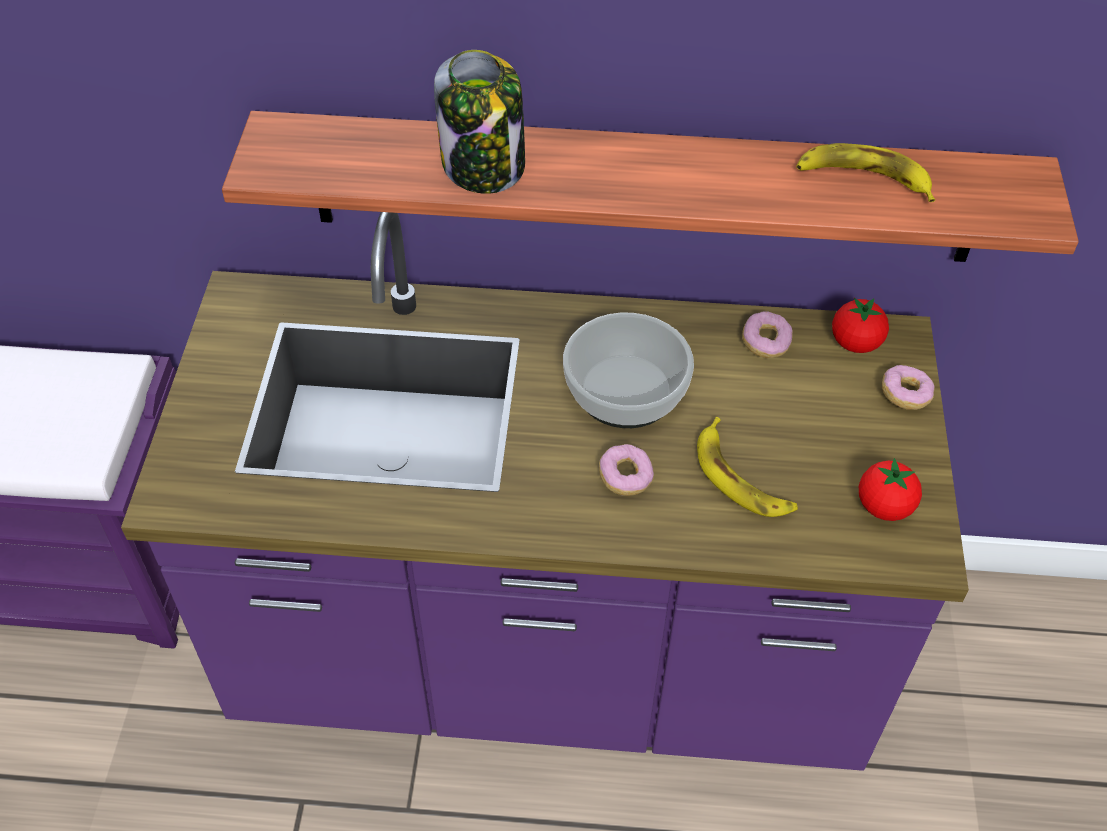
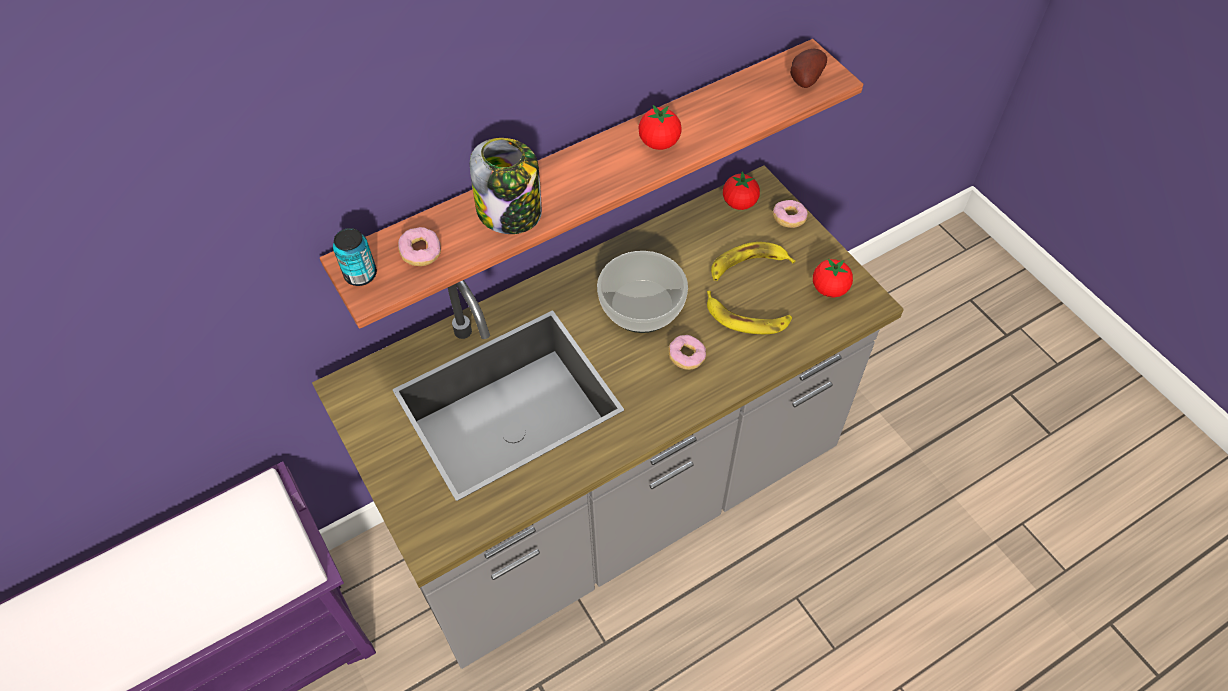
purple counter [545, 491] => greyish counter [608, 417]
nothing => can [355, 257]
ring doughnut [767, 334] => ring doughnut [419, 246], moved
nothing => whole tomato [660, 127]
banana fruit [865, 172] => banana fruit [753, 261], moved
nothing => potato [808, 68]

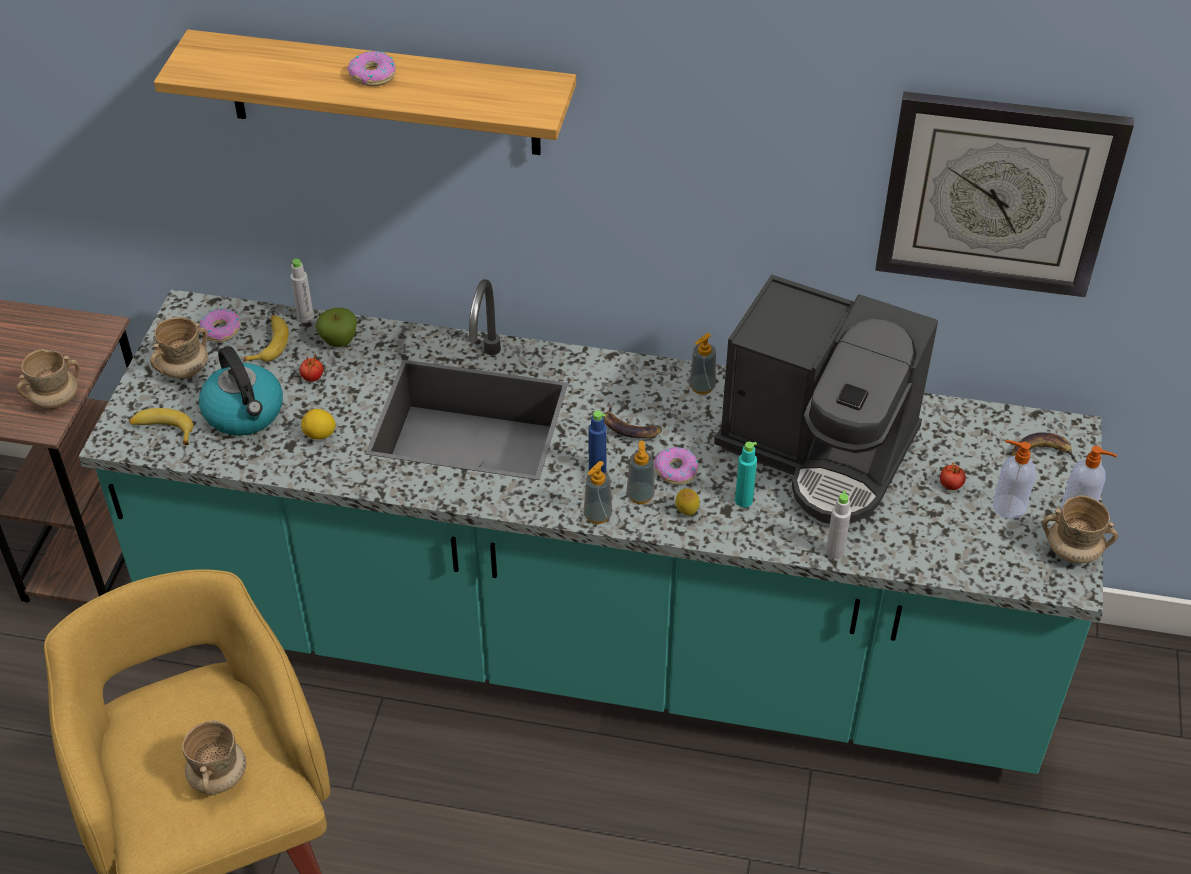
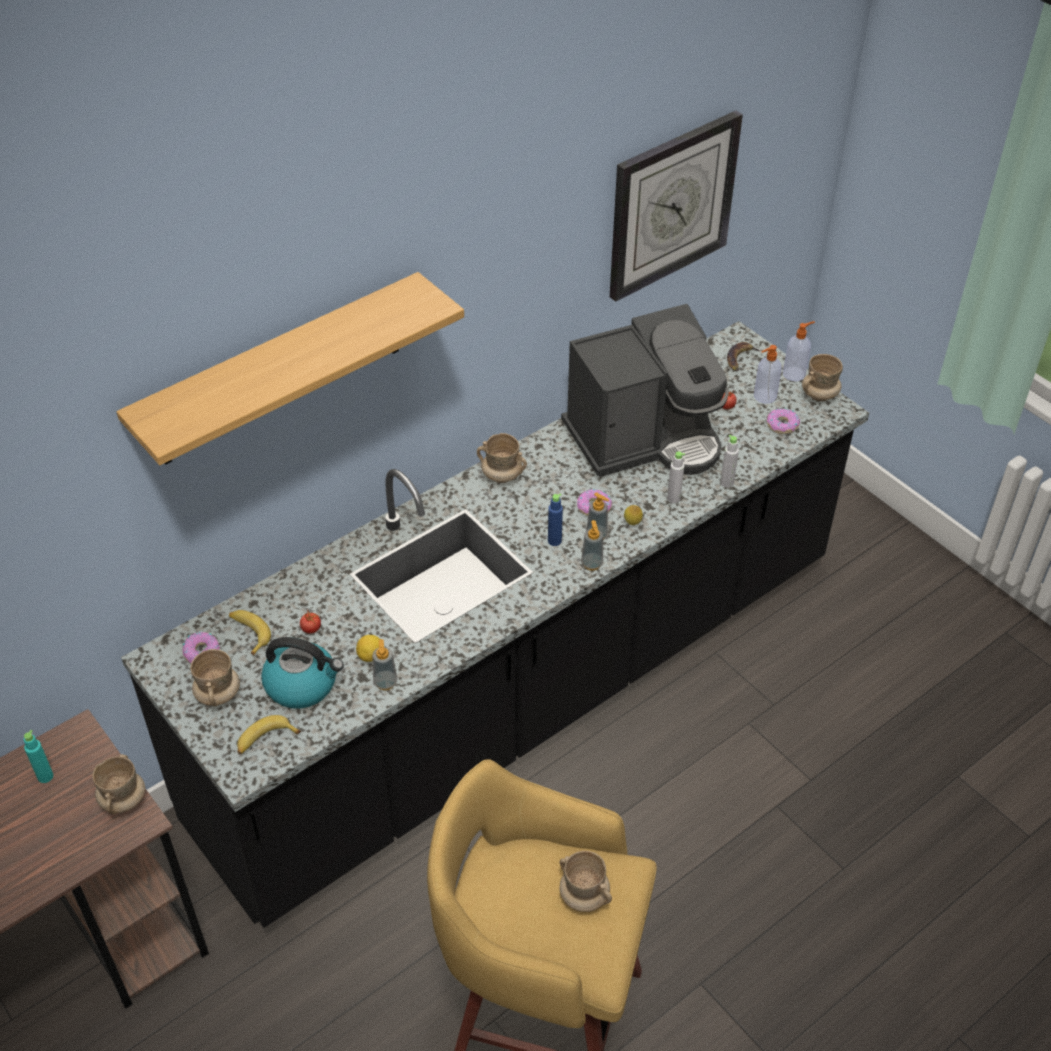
blue-green bottle [746, 474] => blue-green bottle [38, 756], moved
blue-green counter [591, 526] => blackish counter [495, 624]
liquid soap bottle [702, 363] => liquid soap bottle [384, 664], moved
nothing => beige coffee mug [502, 458]
greyish bottle [302, 291] => greyish bottle [676, 477], moved
ring doughnut [371, 68] => ring doughnut [783, 421], moved
whole apple [336, 327] => nothing
banana fruit [633, 421] => nothing

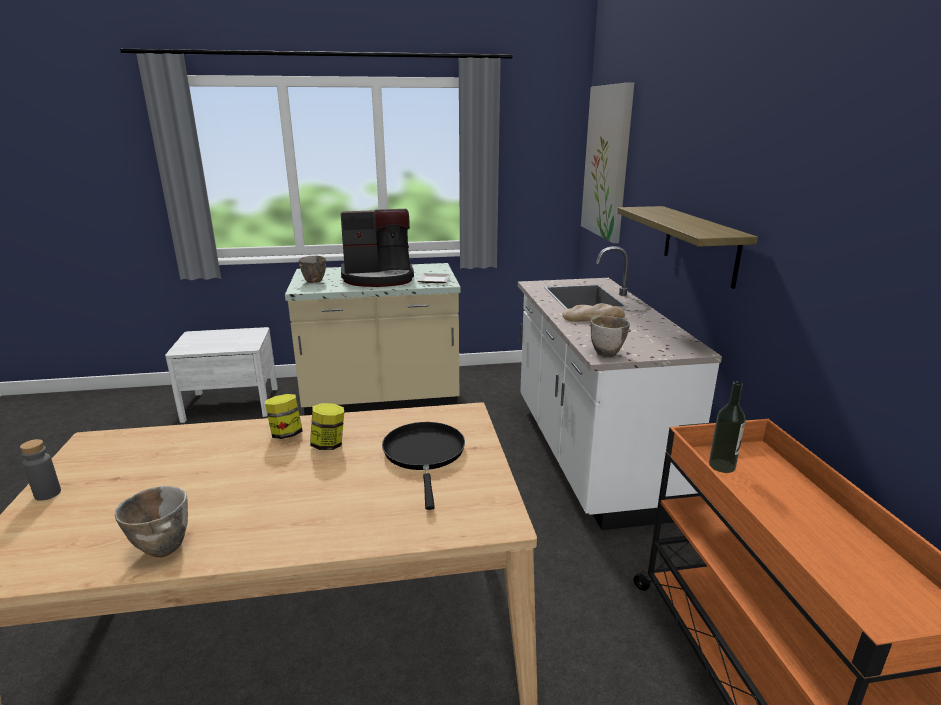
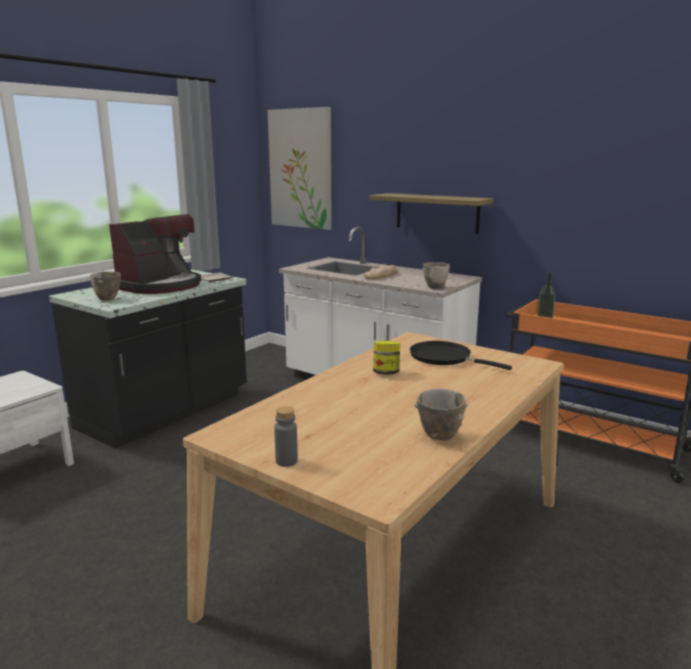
beige counter [373, 339] => blackish counter [148, 359]
jar [283, 416] => nothing

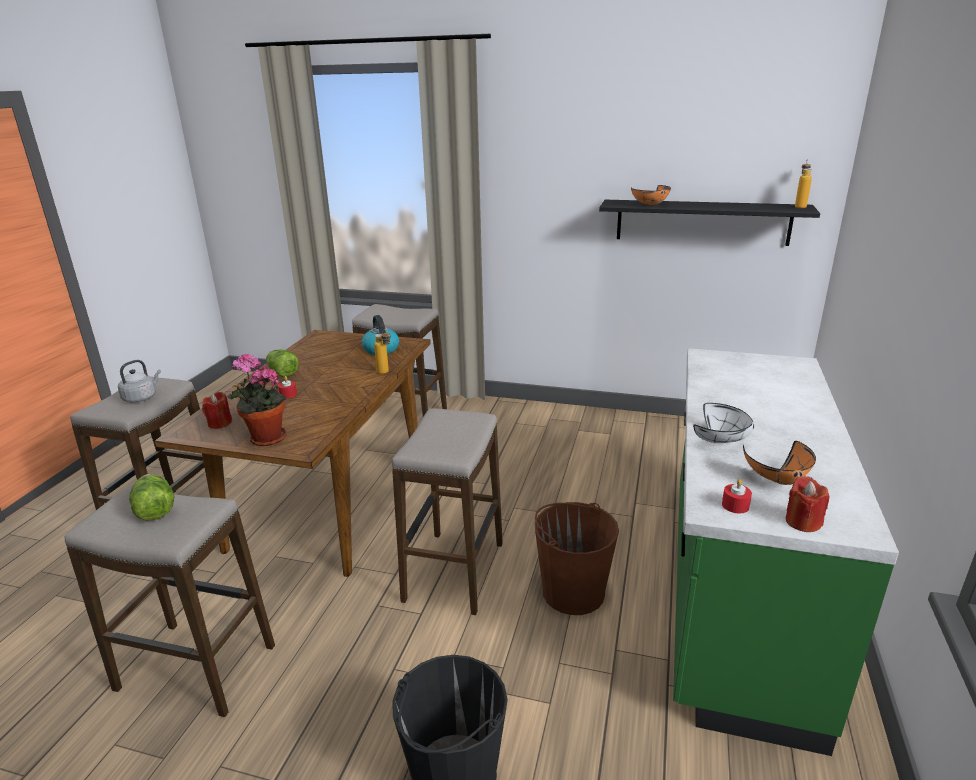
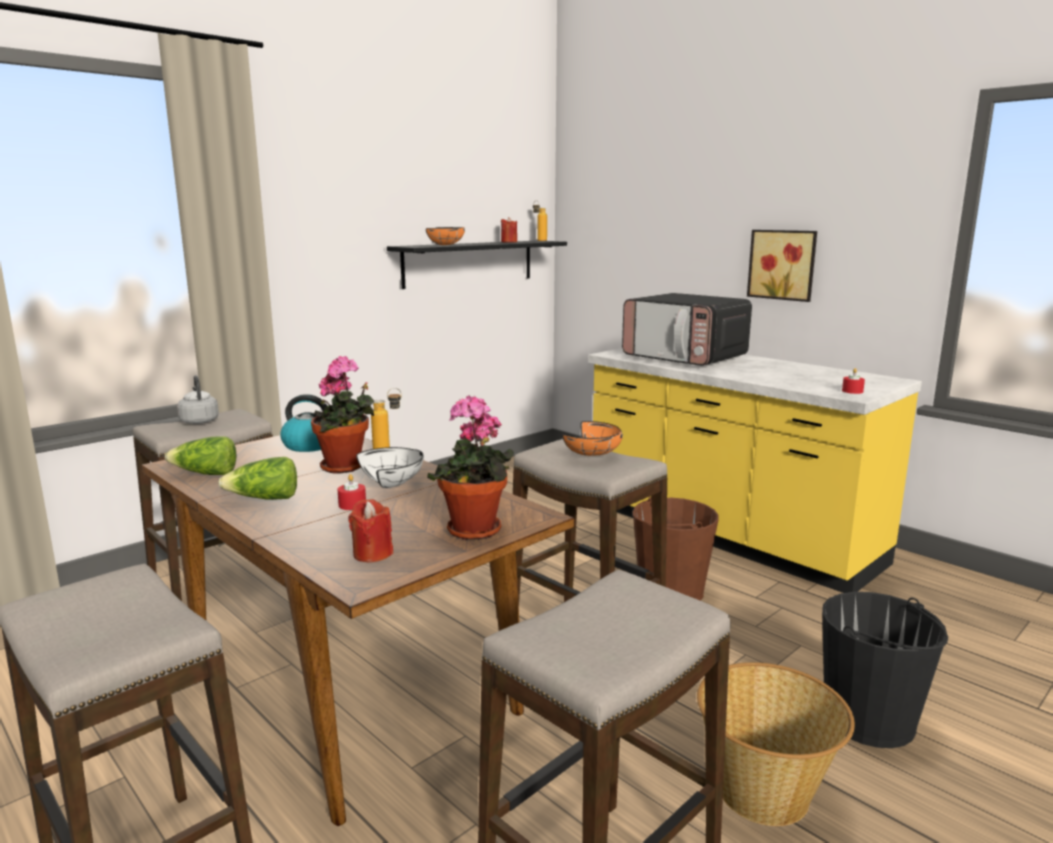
lettuce head [152, 497] => lettuce head [200, 455], moved
greyish water kettle [139, 381] => greyish water kettle [198, 399], moved
nothing => plant in a pot [342, 414]
white deep dish [723, 423] => white deep dish [390, 467], moved
red-coloured wax light [808, 504] => red-coloured wax light [509, 230], moved
orangey deep dish [779, 463] => orangey deep dish [592, 438], moved
green counter [786, 552] => yellowish counter [755, 470]
nothing => microwave [687, 329]
nothing => storage basket [776, 744]
nothing => picture [782, 266]

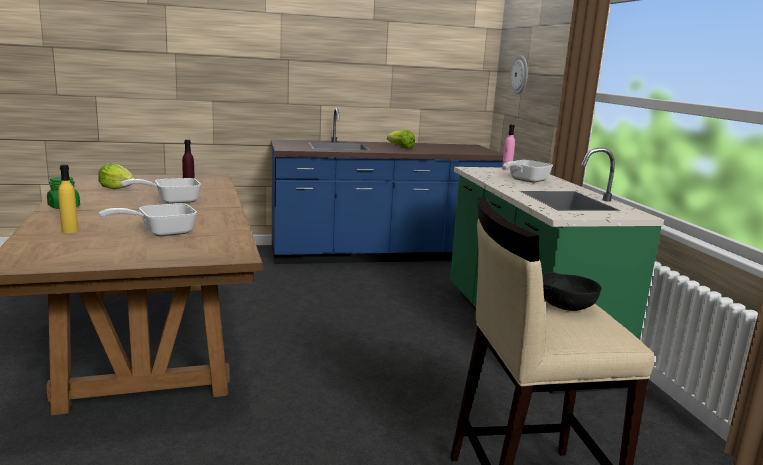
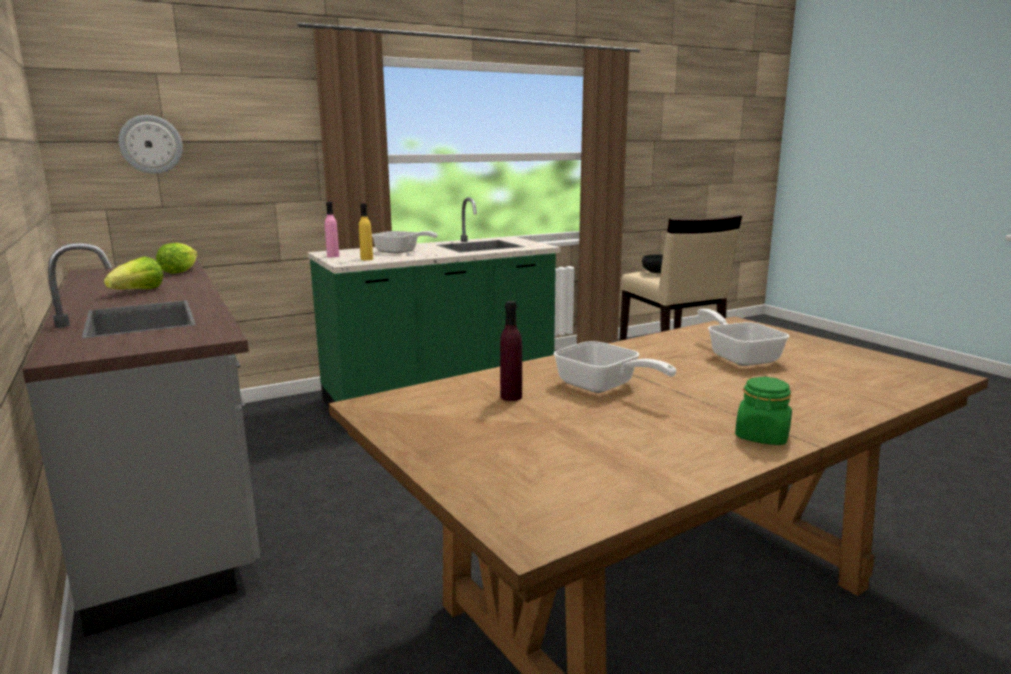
blue counter [387, 186] => greyish counter [141, 439]
lettuce head [116, 176] => lettuce head [177, 258], moved
yellowish bottle [68, 198] => yellowish bottle [366, 231], moved
frying pan [148, 219] => frying pan [743, 337], 150 degrees counterclockwise

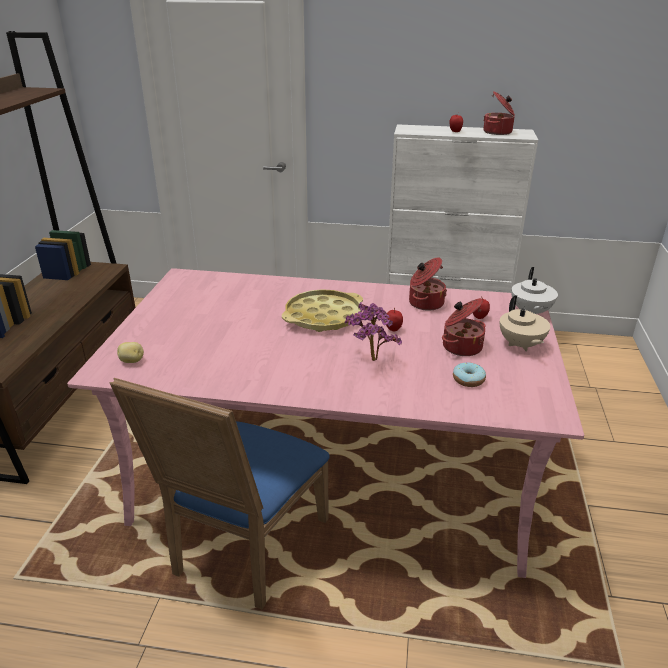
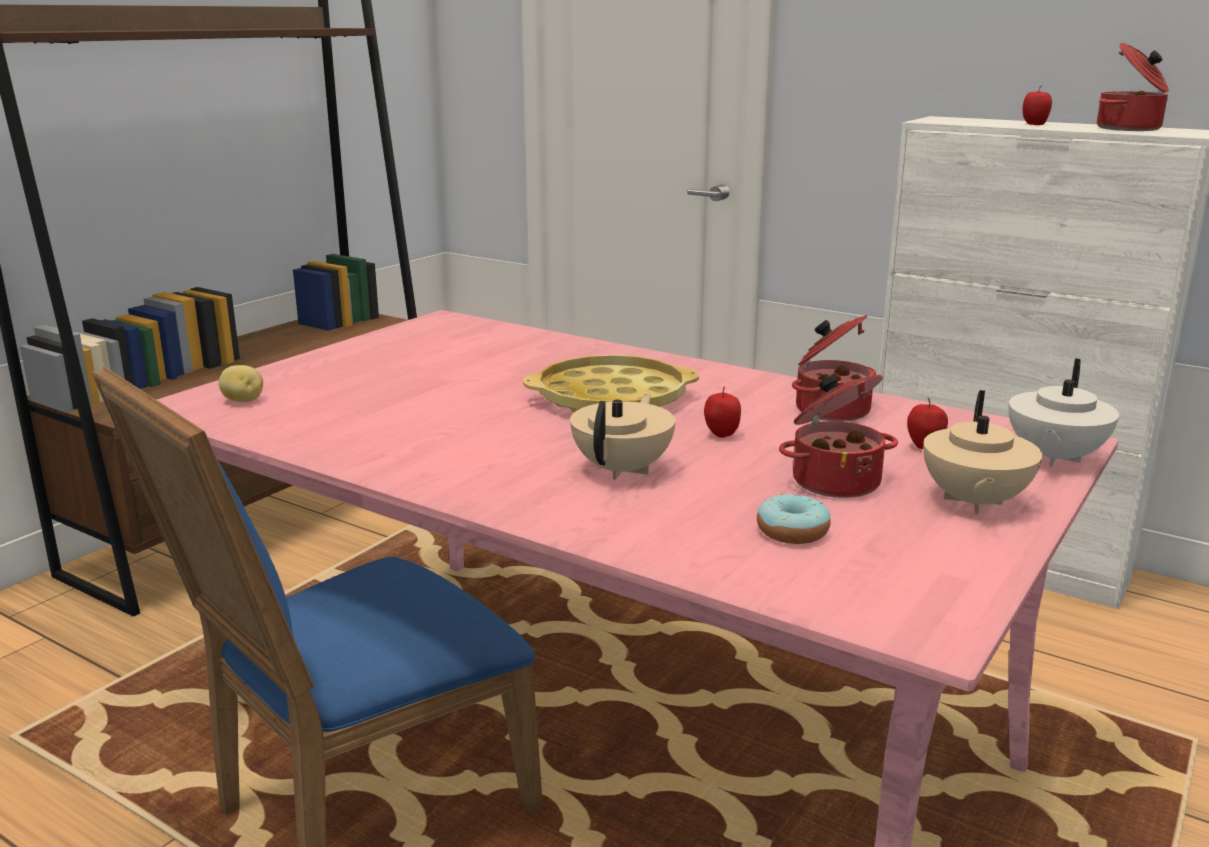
plant in a pot [373, 331] => beige teapot [623, 437]

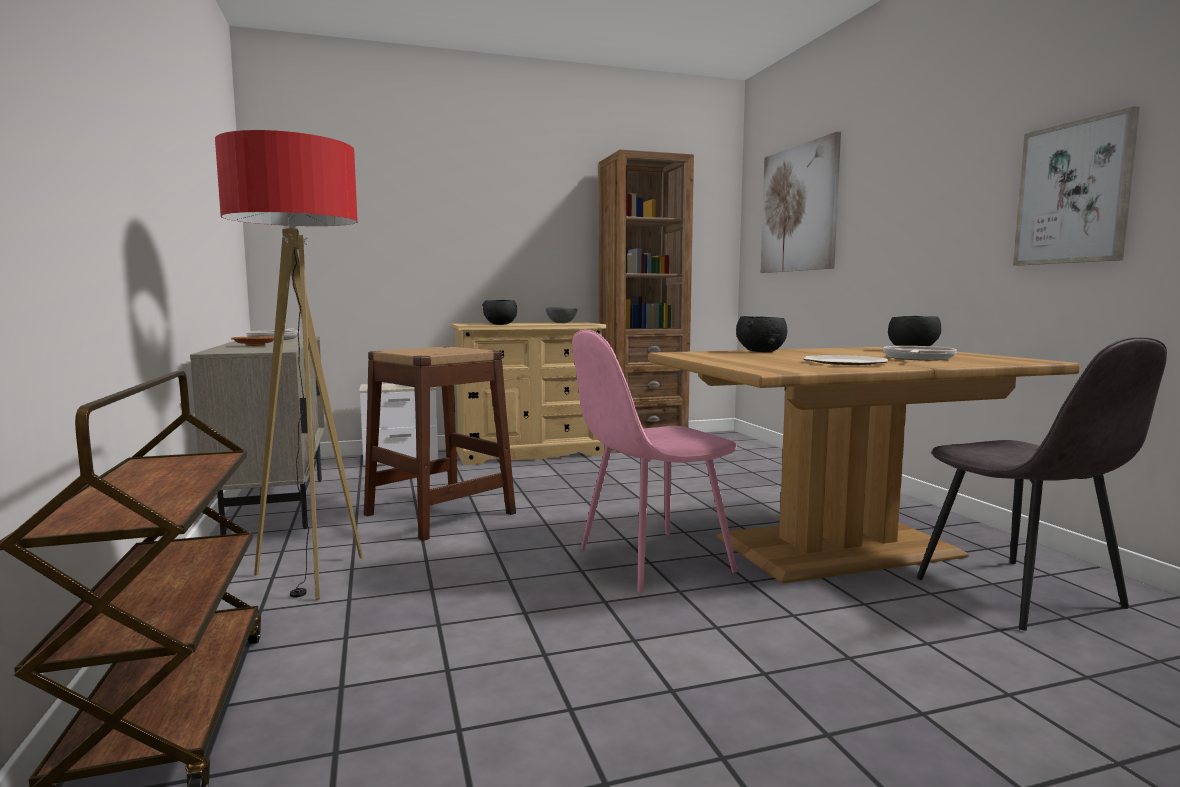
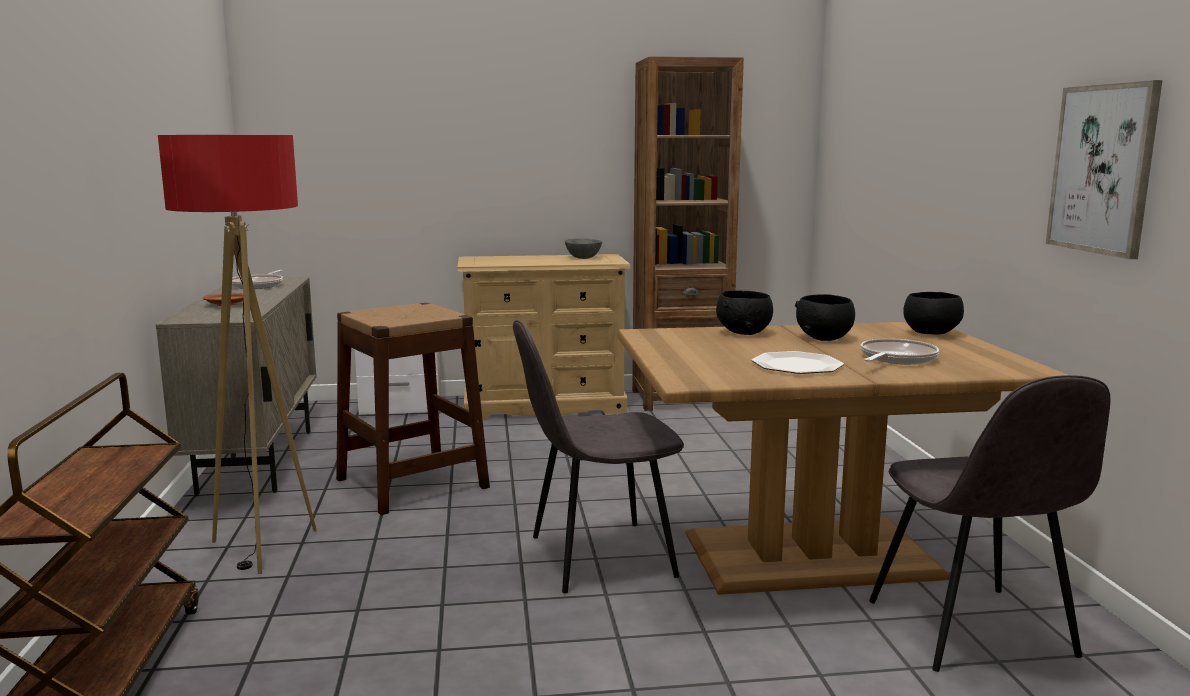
pinkish plain chair [654, 461] => greyish plain chair [598, 456]
blackish deep dish [499, 312] => blackish deep dish [825, 317], moved
picture [801, 202] => nothing

